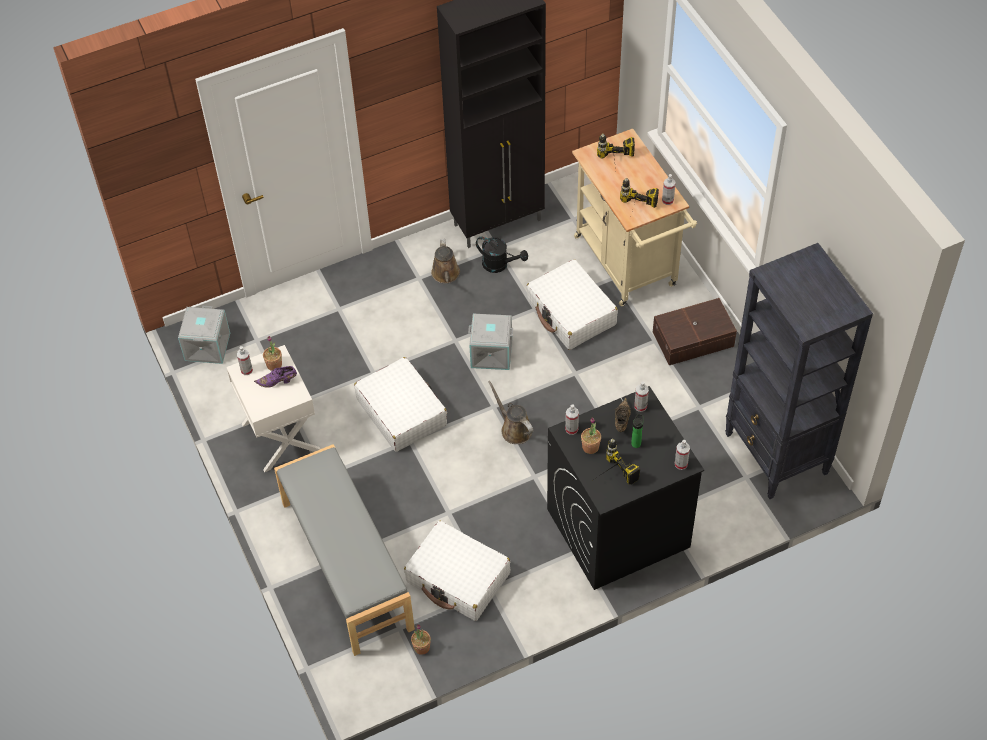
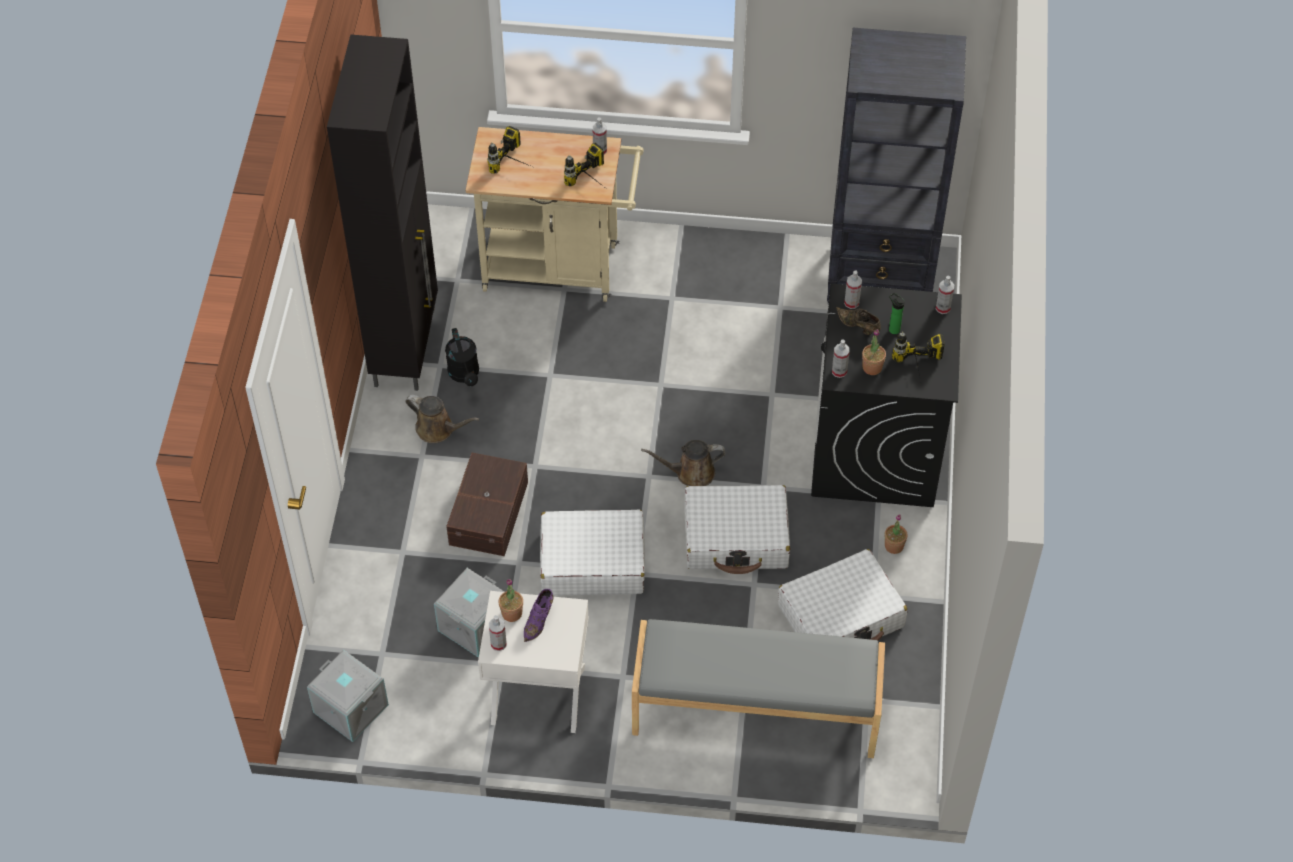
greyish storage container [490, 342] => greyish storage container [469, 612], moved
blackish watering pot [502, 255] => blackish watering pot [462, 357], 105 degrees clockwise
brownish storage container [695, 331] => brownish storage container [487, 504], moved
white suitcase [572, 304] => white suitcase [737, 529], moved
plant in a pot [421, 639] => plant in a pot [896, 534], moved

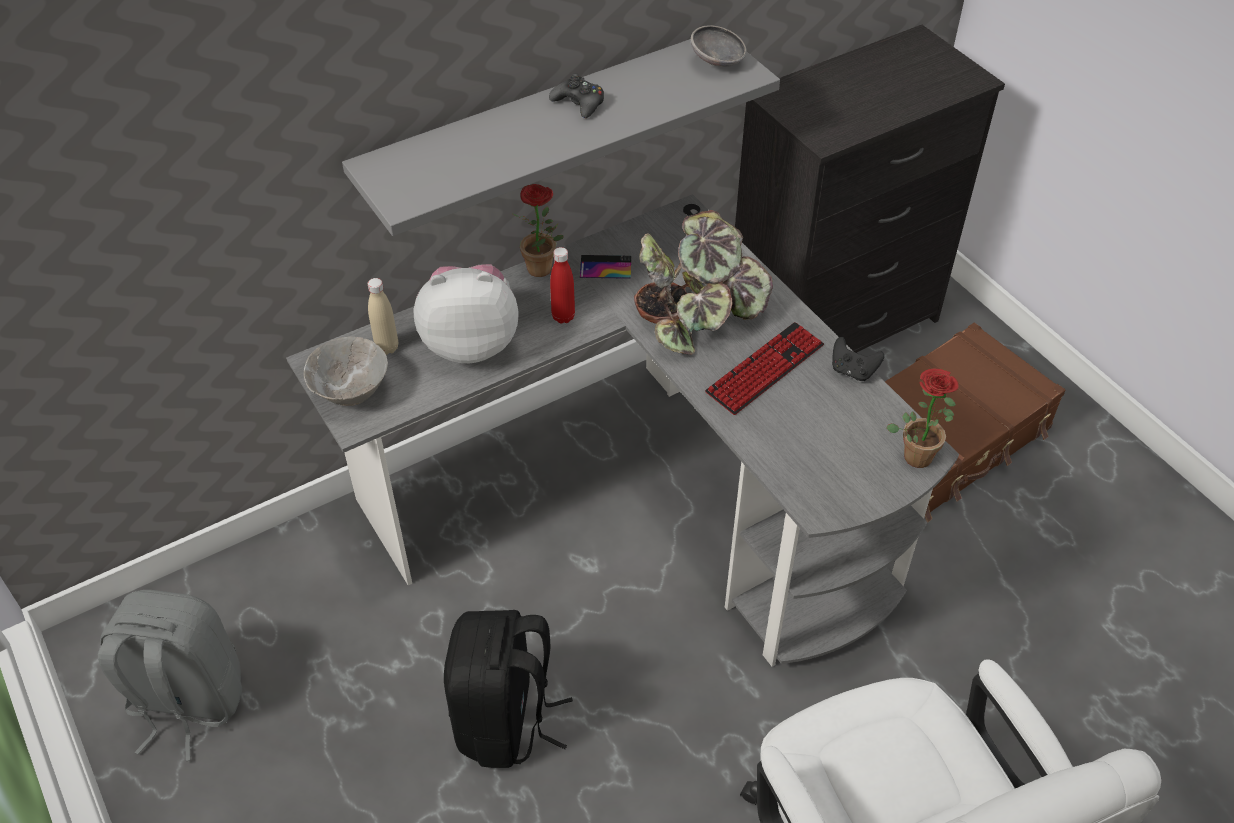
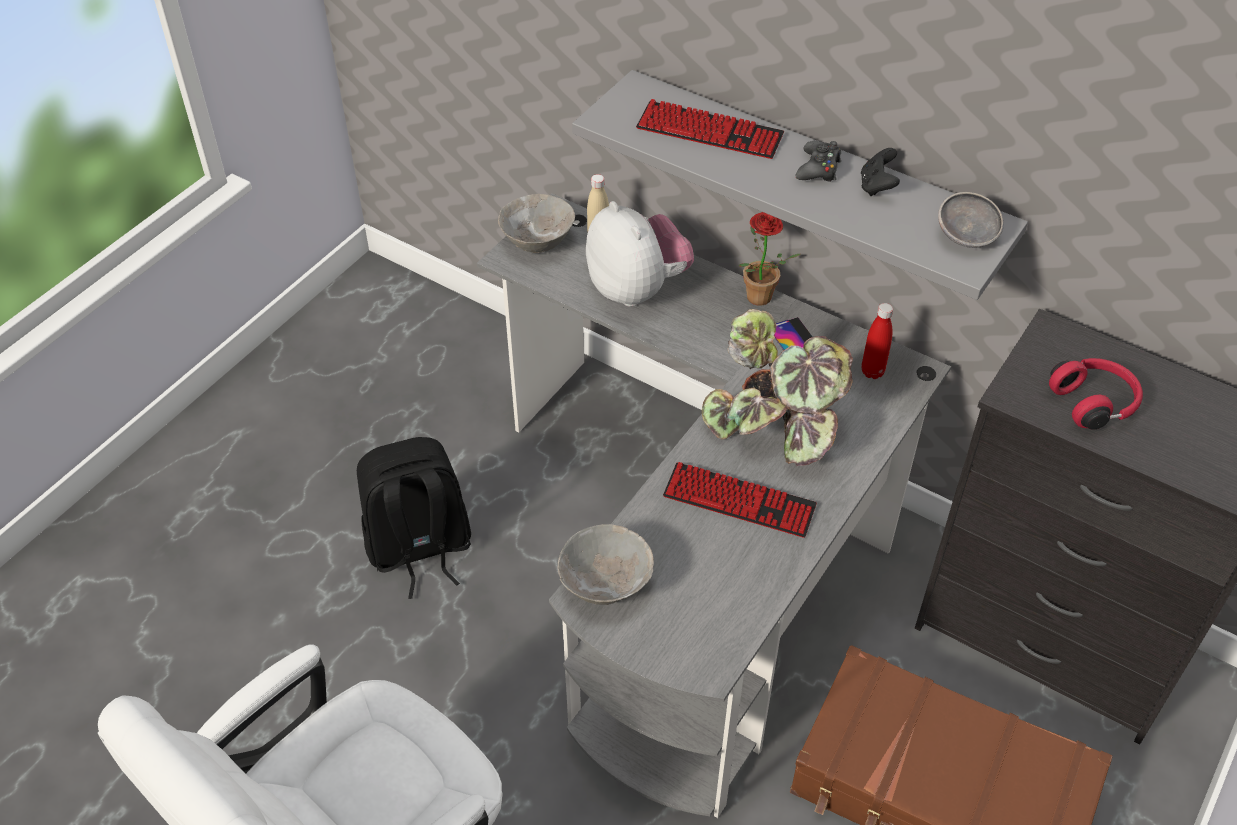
nothing => greyish deep dish [606, 564]
nothing => PC keyboard [710, 129]
blackish joypad [858, 359] => blackish joypad [880, 172], moved
red-coloured bottle [562, 285] => red-coloured bottle [877, 341], moved
nothing => red-coloured headset [1096, 394]
greyish knapsack [170, 675] => nothing
plant in a pot [922, 418] => nothing

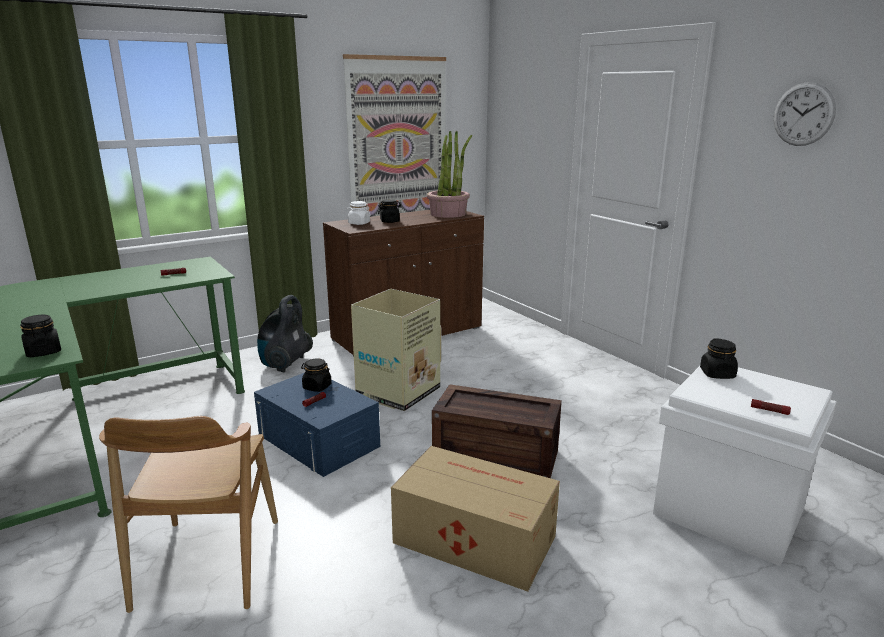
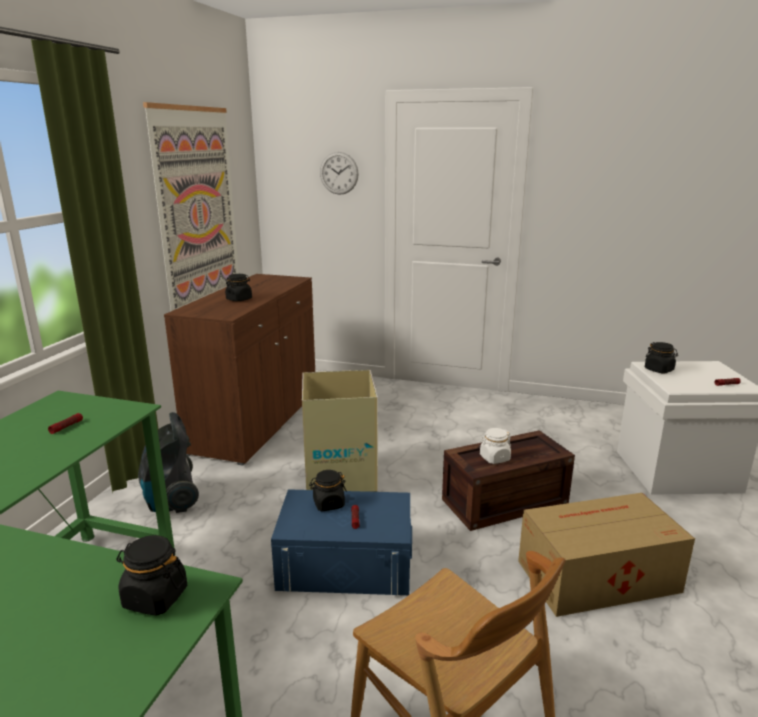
hanging clock [805, 114] => hanging clock [339, 173], moved
white jar [358, 213] => white jar [495, 446], moved
plant in a pot [449, 174] => nothing

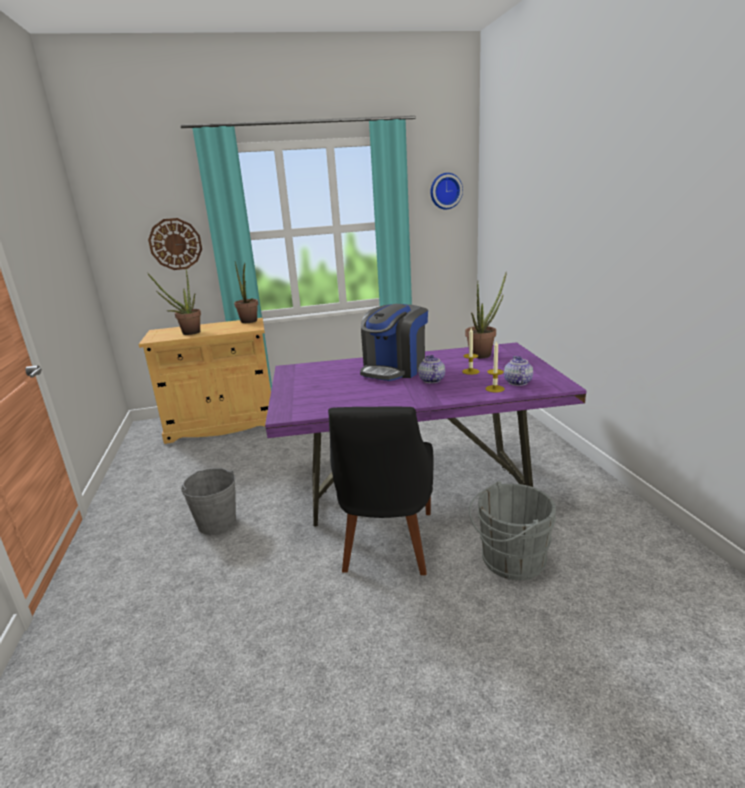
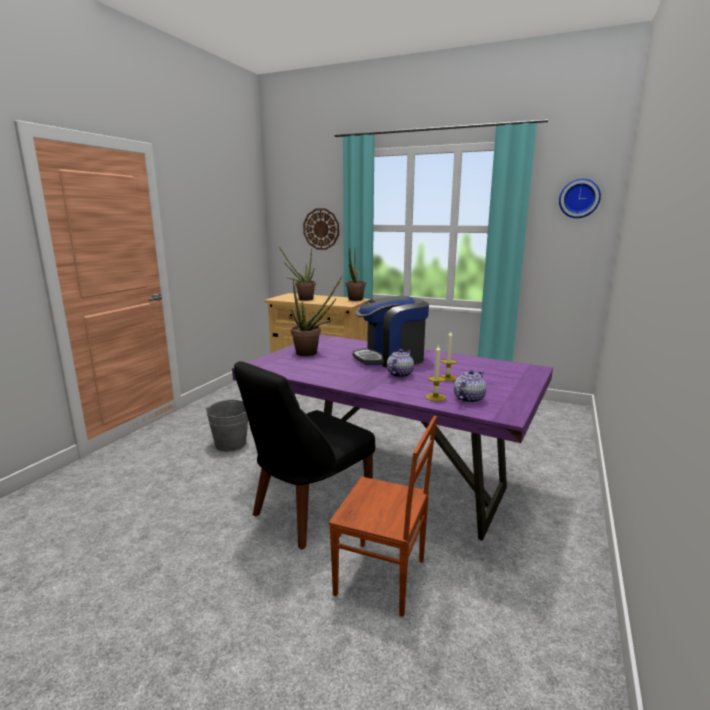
plant in a pot [486, 314] => plant in a pot [316, 316], moved
greyish water bucket [512, 530] => brownish plain chair [383, 516]

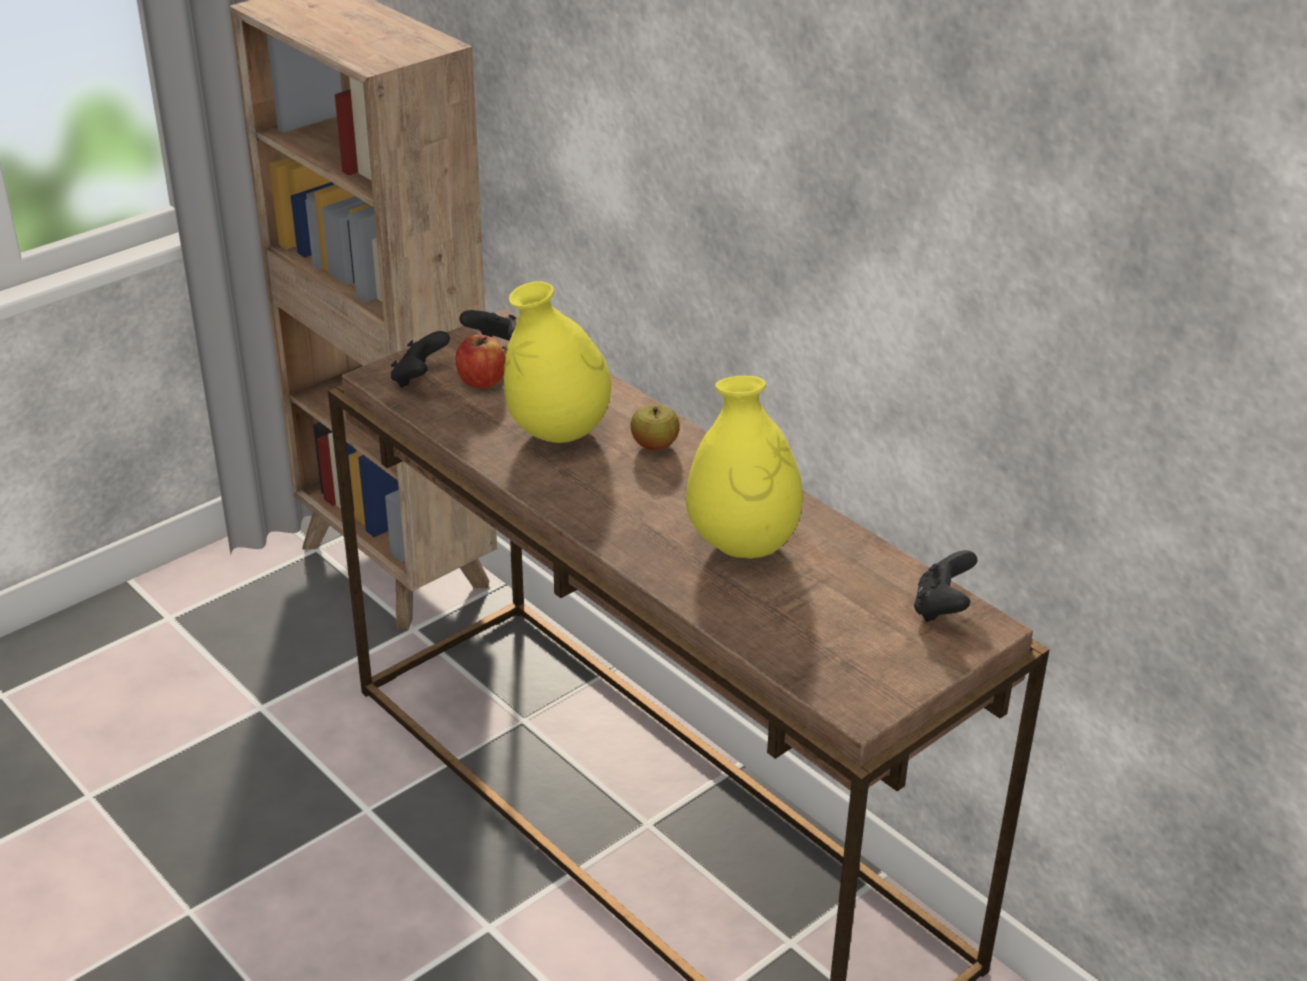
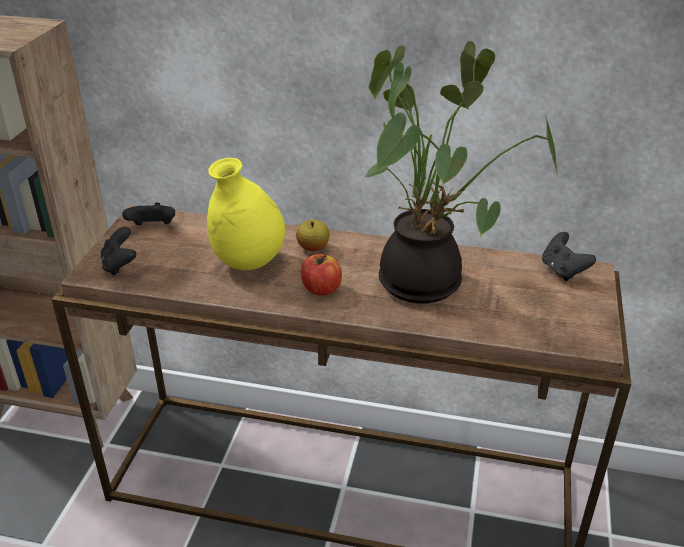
whole apple [481, 362] => whole apple [321, 274], moved
yellowish decorative vase [744, 467] => plant in a pot [460, 172]

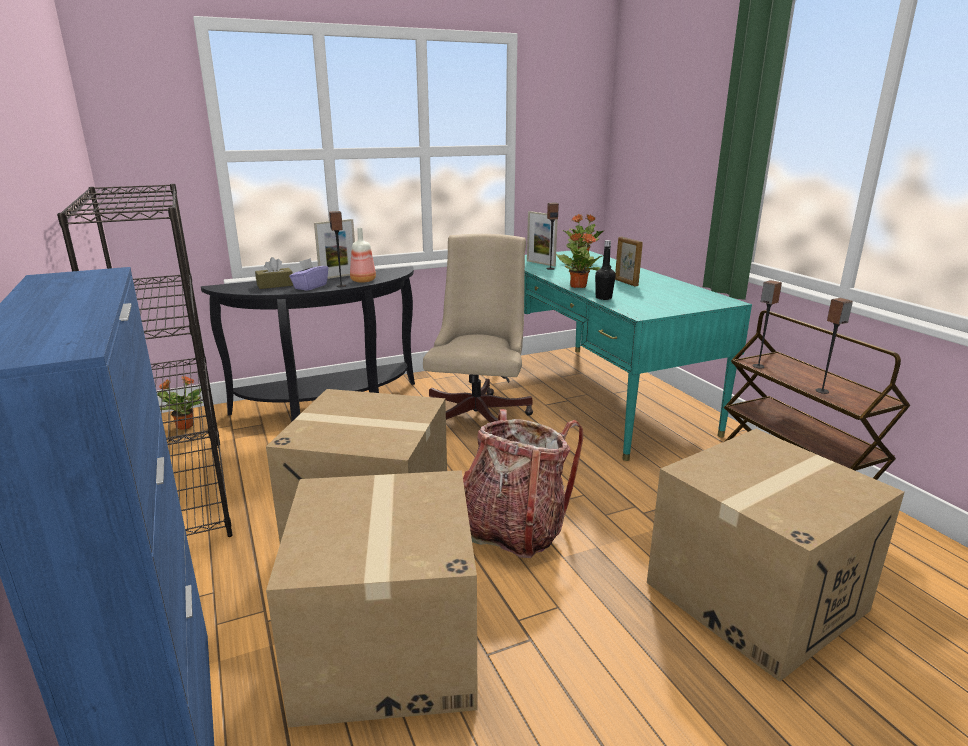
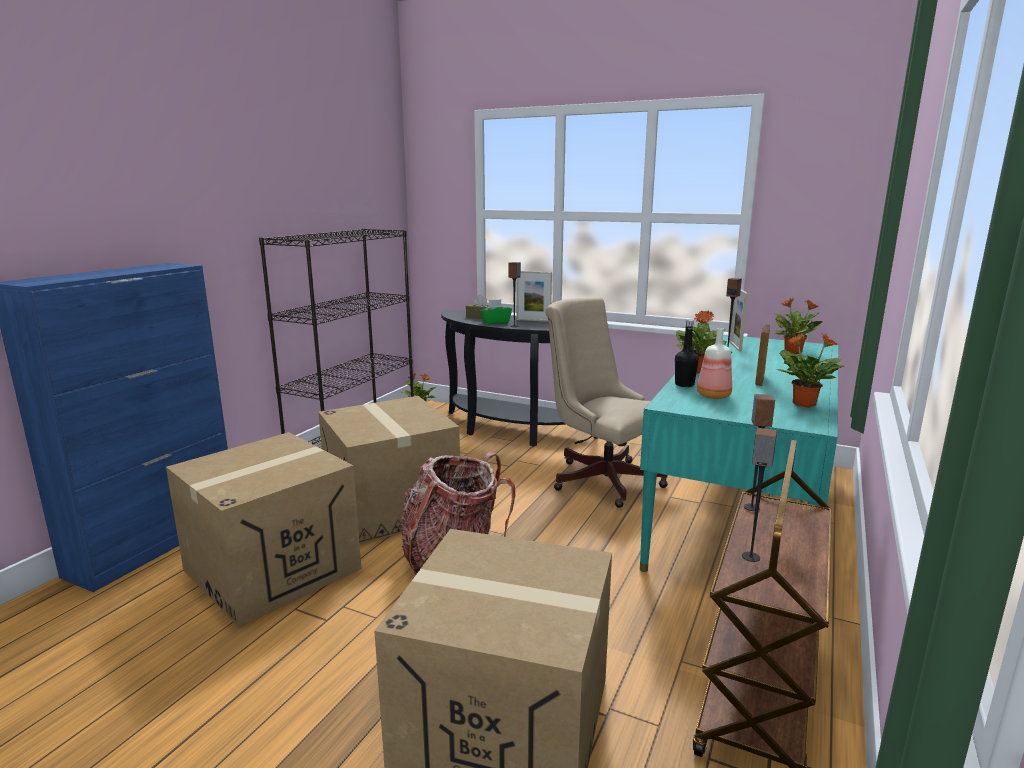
purple tissue box [308, 274] => green tissue box [496, 312]
beige desk chair [478, 328] => beige desk chair [606, 402], 105 degrees counterclockwise
bottle [363, 255] => bottle [714, 363], moved
nothing => plant in a pot [810, 370]

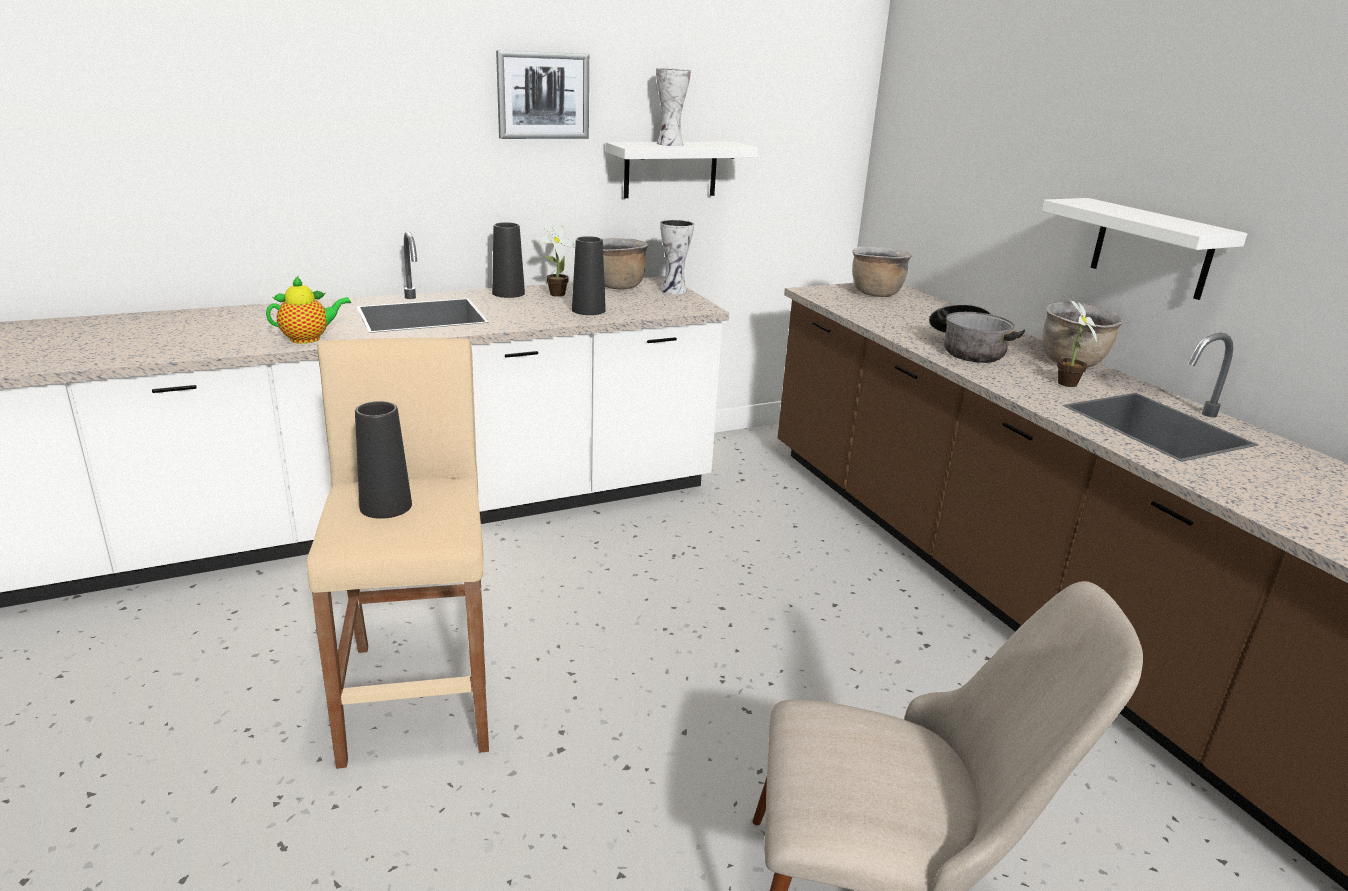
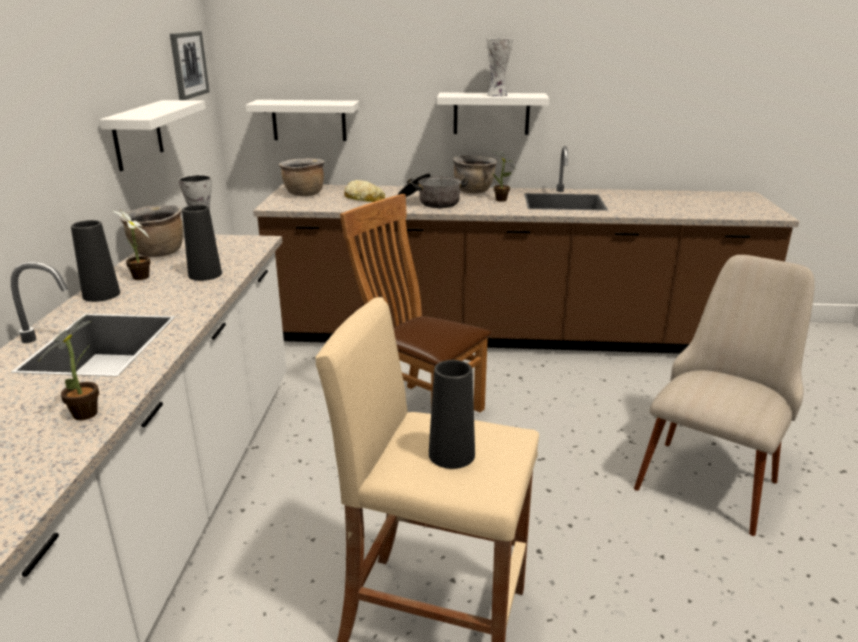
teapot [308, 309] => plant in a pot [69, 367]
picture [542, 94] => picture [189, 65], moved
nothing => white bracket shelf [302, 120]
nothing => brownish plain chair [415, 303]
nothing => bakery bread [364, 191]
decorative vase [673, 107] => decorative vase [499, 67], moved

